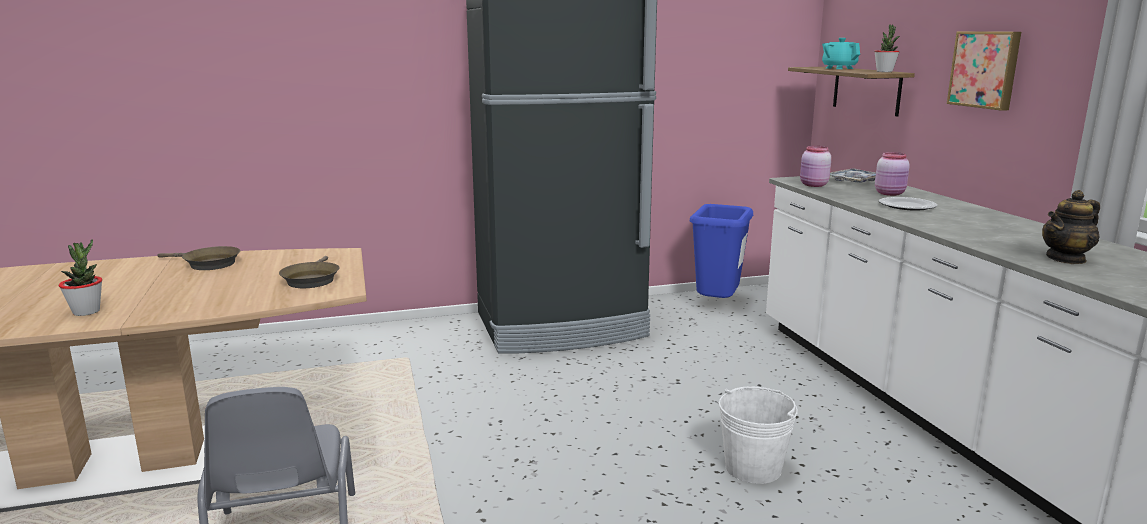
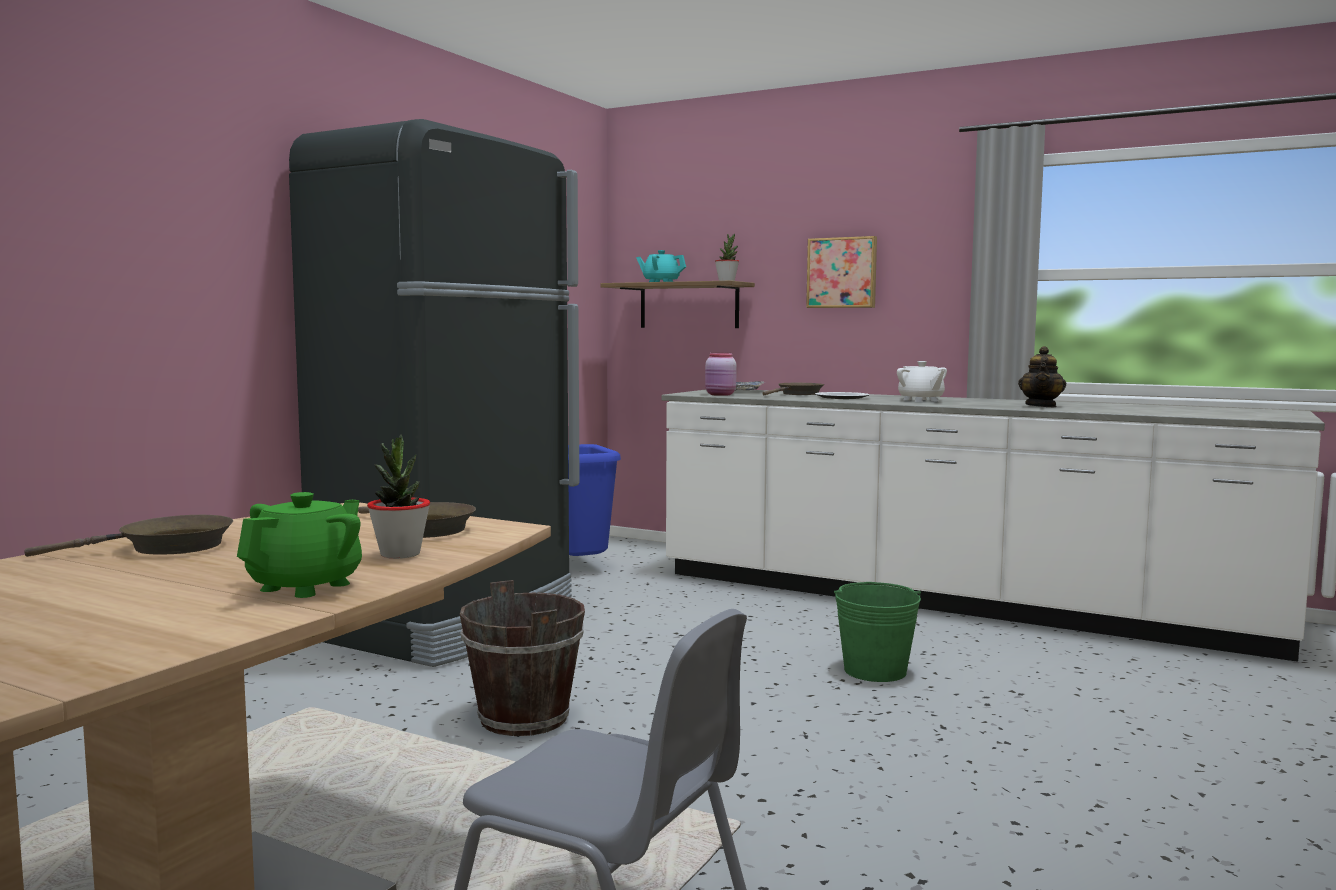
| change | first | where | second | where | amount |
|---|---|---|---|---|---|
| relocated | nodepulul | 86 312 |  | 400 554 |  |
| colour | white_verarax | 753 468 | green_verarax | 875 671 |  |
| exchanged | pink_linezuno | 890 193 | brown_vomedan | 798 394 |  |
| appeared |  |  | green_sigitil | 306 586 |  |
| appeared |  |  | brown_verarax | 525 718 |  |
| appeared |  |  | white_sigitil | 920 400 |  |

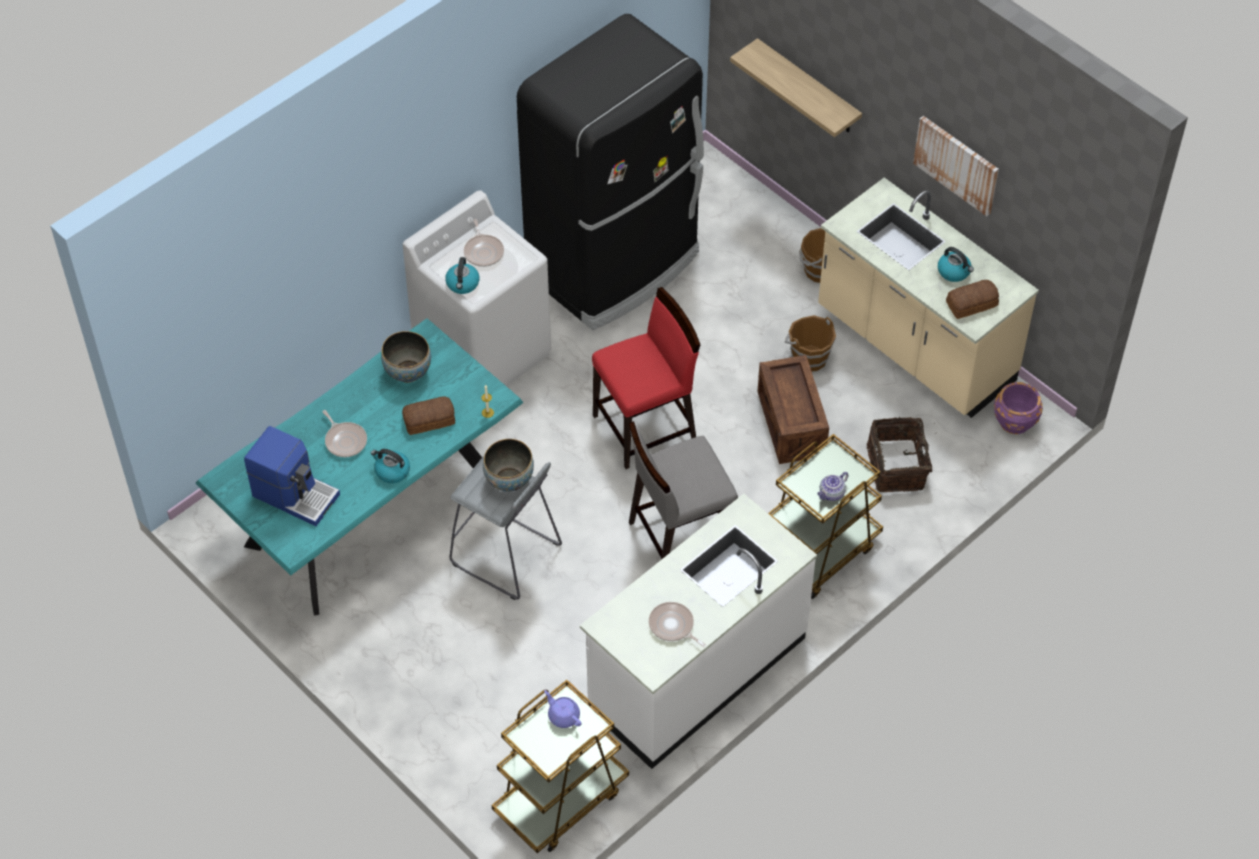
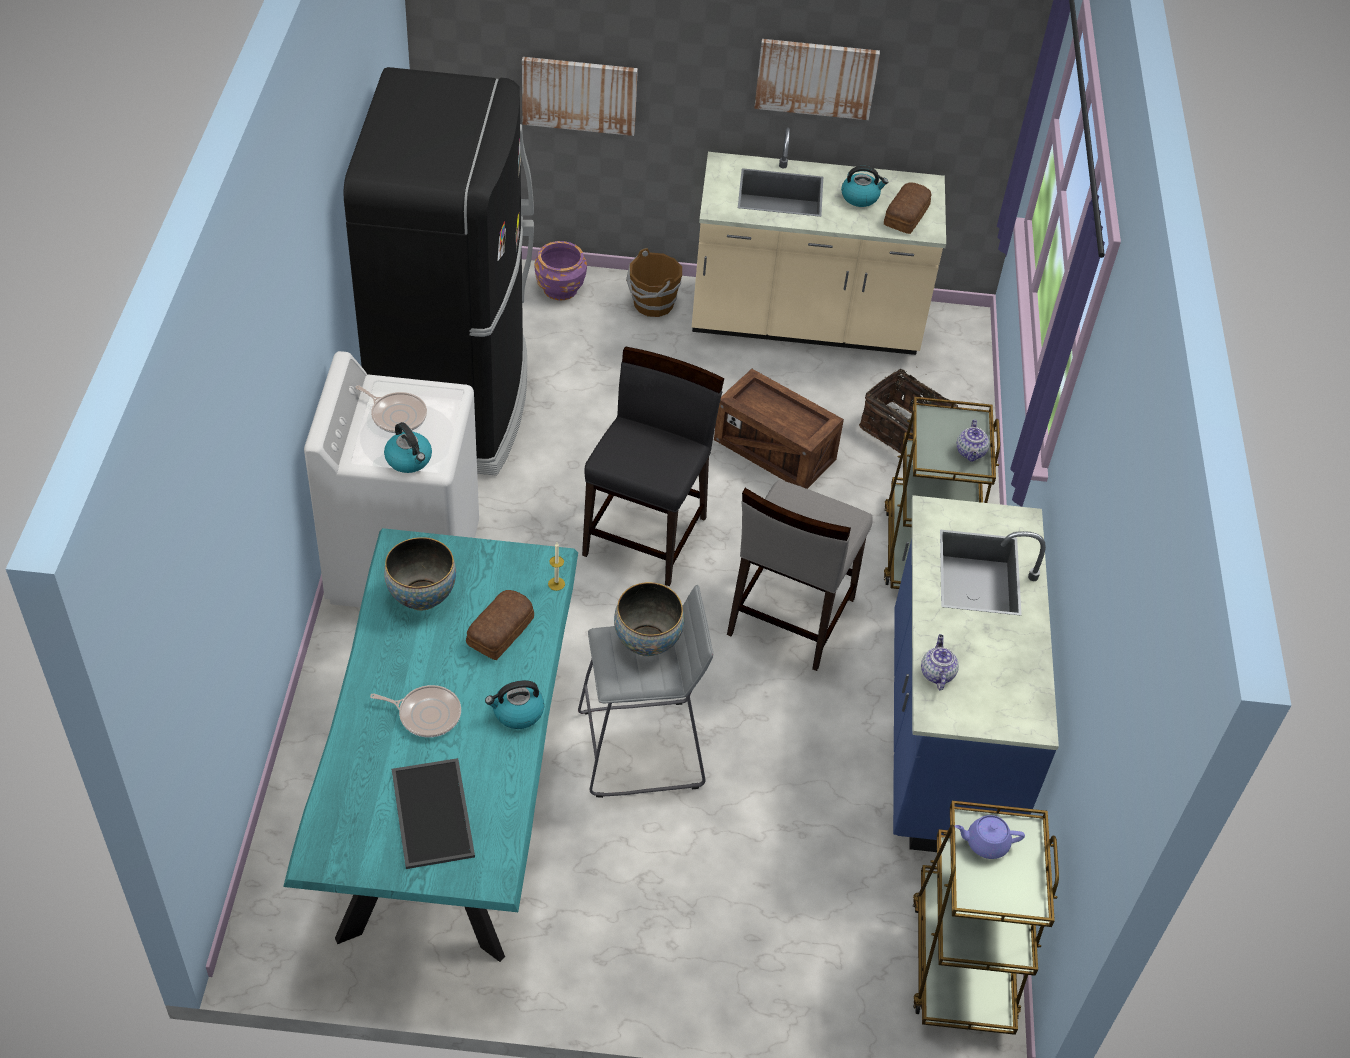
| change | first | where | second | where | amount |
|---|---|---|---|---|---|
| exchanged | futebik | 295 494 | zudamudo | 430 812 |  |
| colour | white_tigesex | 696 672 | blue_tigesex | 944 734 |  |
| colour | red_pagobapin | 646 428 | black_pagobapin | 646 535 |  |
| missing | vomedan | 673 626 |  |  |  |
| exchanged | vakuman | 808 88 | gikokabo | 579 94 |  |
| missing | brown_verarax | 808 357 |  |  |  |
| relocated | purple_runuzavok | 1015 421 |  | 560 288 |  |
| appeared |  |  | sigitil | 936 673 |  |

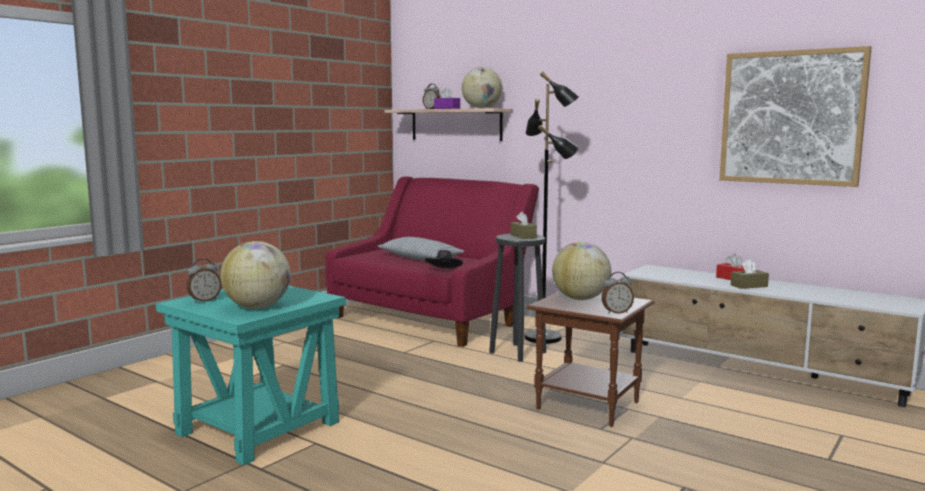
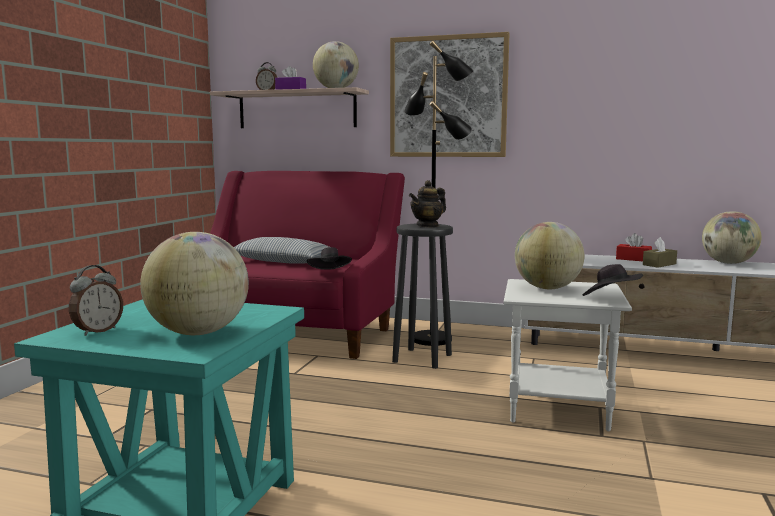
| change | first | where | second | where | amount |
|---|---|---|---|---|---|
| exchanged | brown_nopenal | 523 236 | sigitil | 428 226 |  |
| colour | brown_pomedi | 589 406 | white_pomedi | 560 410 |  |
| exchanged | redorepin | 616 312 | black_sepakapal | 611 299 |  |
| relocated | gikokabo | 791 117 |  | 448 97 |  |
| appeared |  |  | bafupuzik | 728 263 |  |

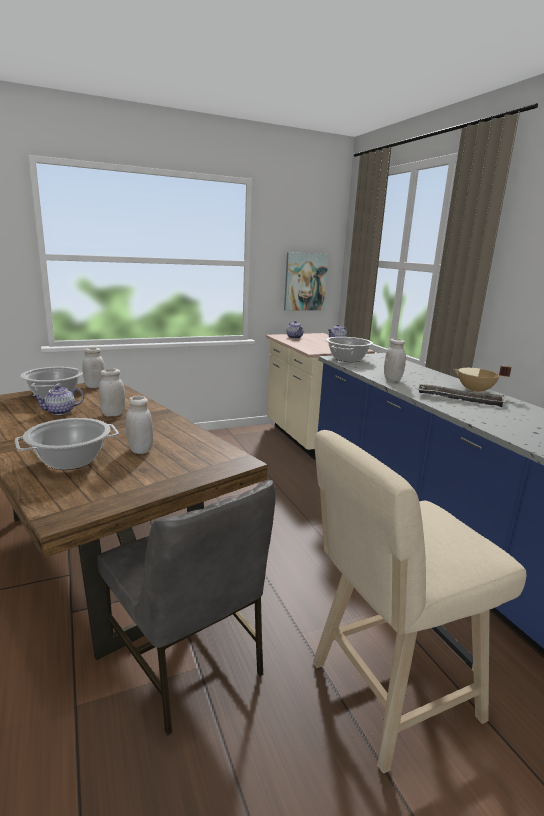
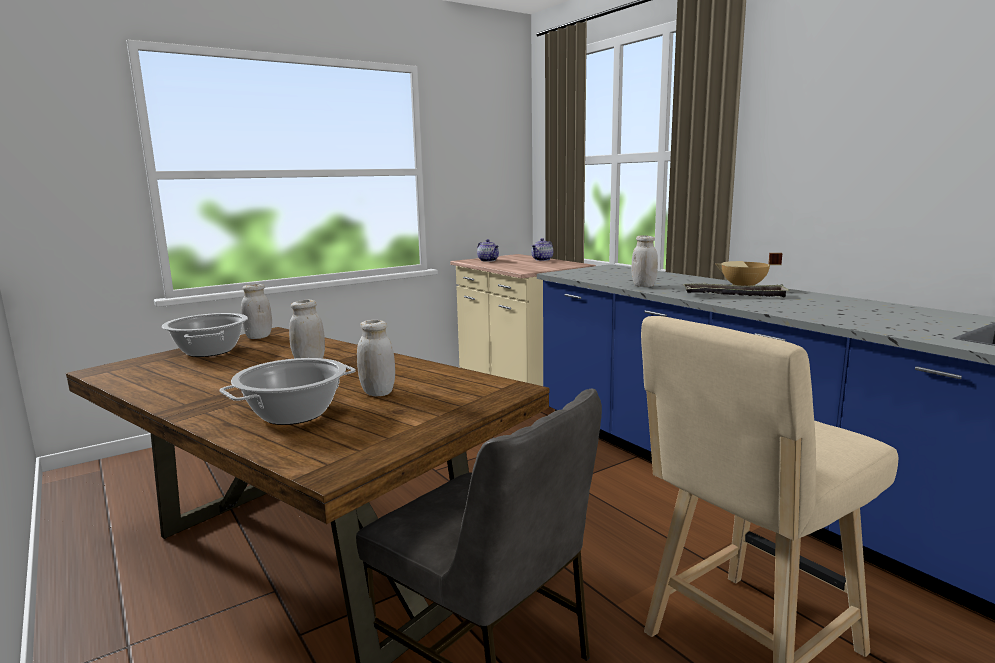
| change | first | where | second | where | amount |
|---|---|---|---|---|---|
| missing | sigitil | 60 412 |  |  |  |
| missing | gikokabo | 305 282 |  |  |  |
| missing | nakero | 347 359 |  |  |  |

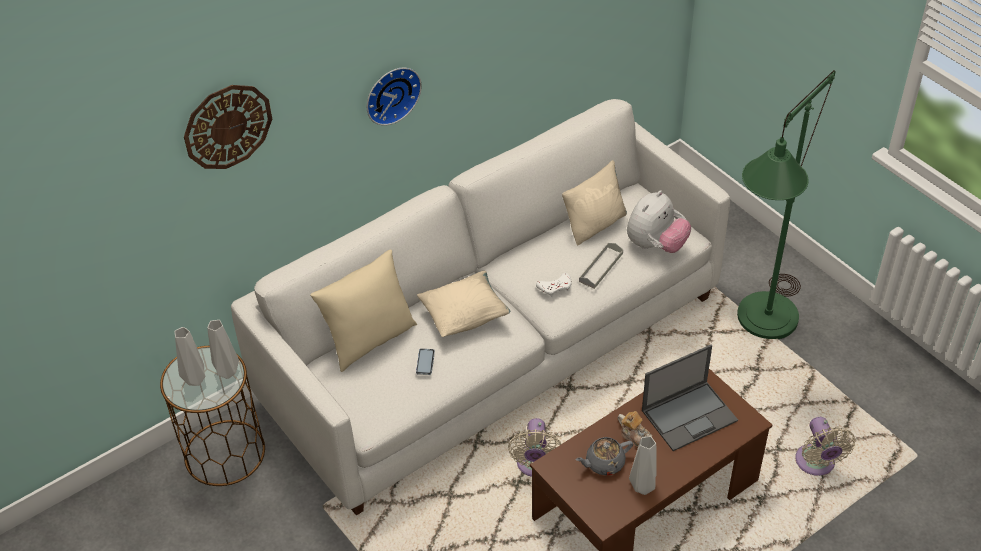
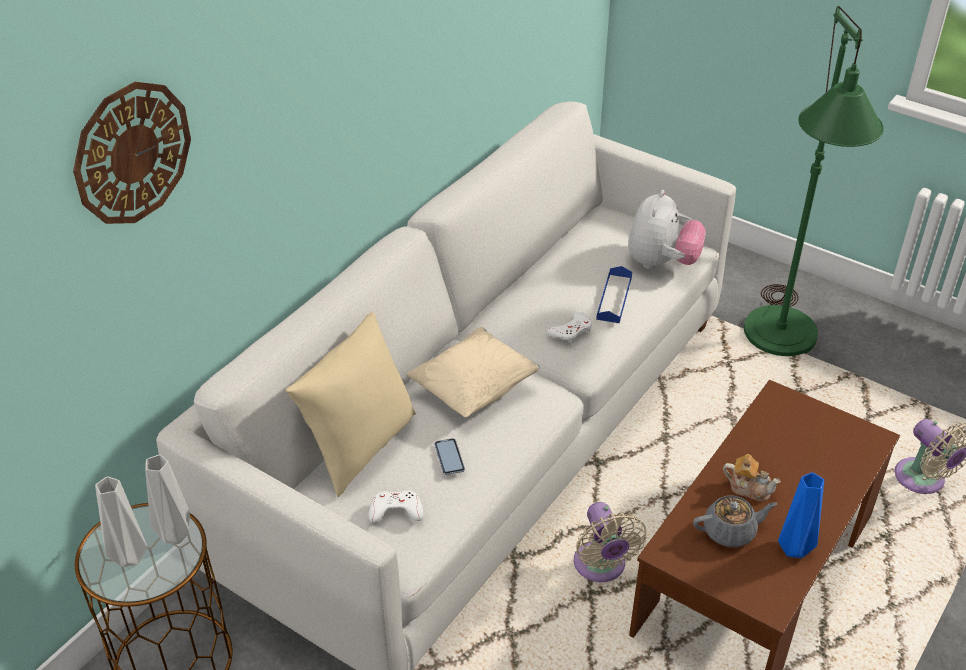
| change | first | where | second | where | amount |
|---|---|---|---|---|---|
| missing | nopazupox | 391 93 |  |  |  |
| missing | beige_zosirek | 595 224 |  |  |  |
| spun | grey_sigitil | 604 463 |  | 730 531 | 150 degrees counterclockwise |
| colour | grey_zudamudo | 601 267 | blue_zudamudo | 614 298 |  |
| colour | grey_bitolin | 643 488 | blue_bitolin | 796 550 |  |
| missing | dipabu | 690 415 |  |  |  |
| appeared |  |  | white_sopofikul | 396 510 |  |

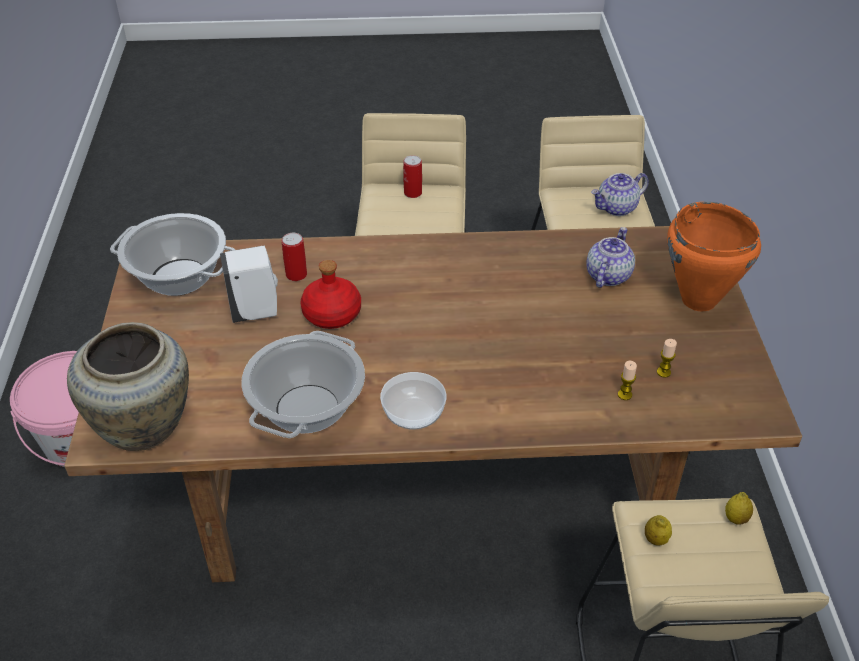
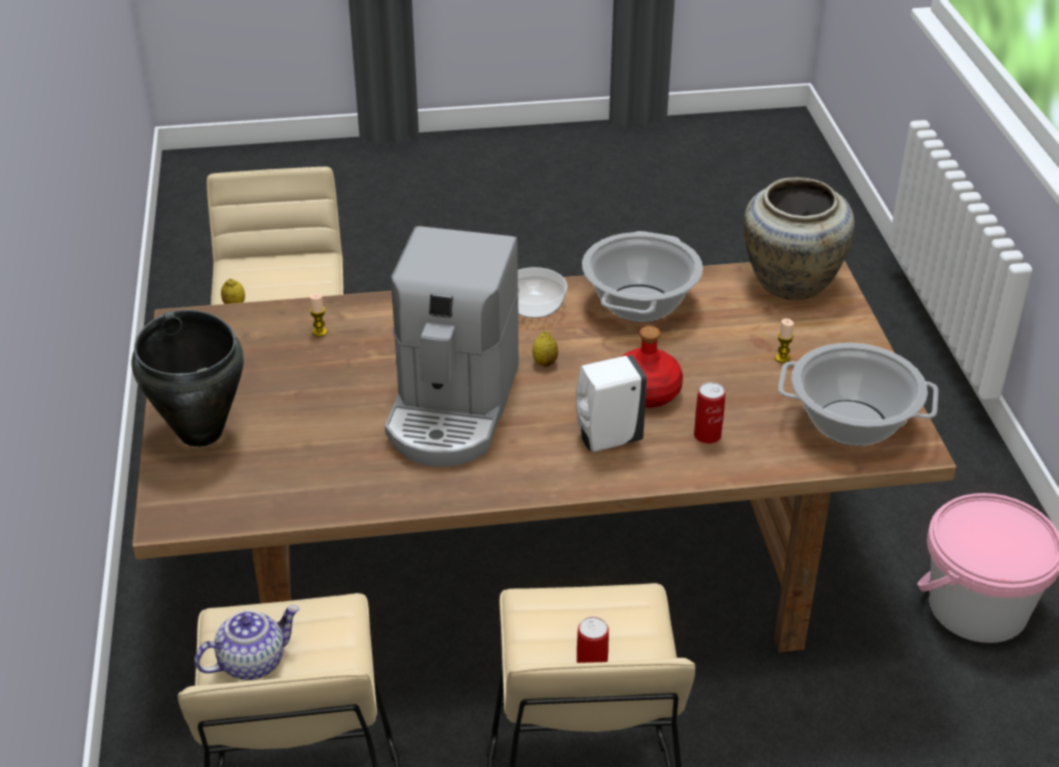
| change | first | where | second | where | amount |
|---|---|---|---|---|---|
| relocated | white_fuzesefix | 256 312 |  | 606 439 |  |
| missing | sigitil | 607 275 |  |  |  |
| relocated | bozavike | 655 539 |  | 545 363 |  |
| relocated | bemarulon | 663 372 |  | 782 358 |  |
| colour | orange_nakero | 698 300 | black_nakero | 201 432 |  |
| appeared |  |  | futebik | 453 408 |  |

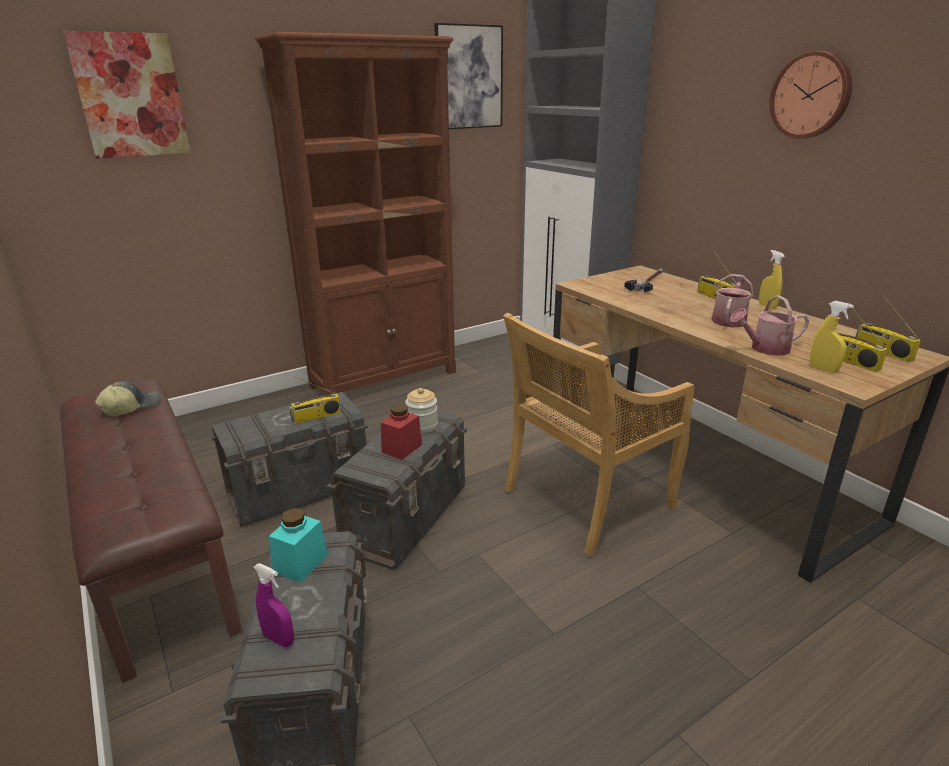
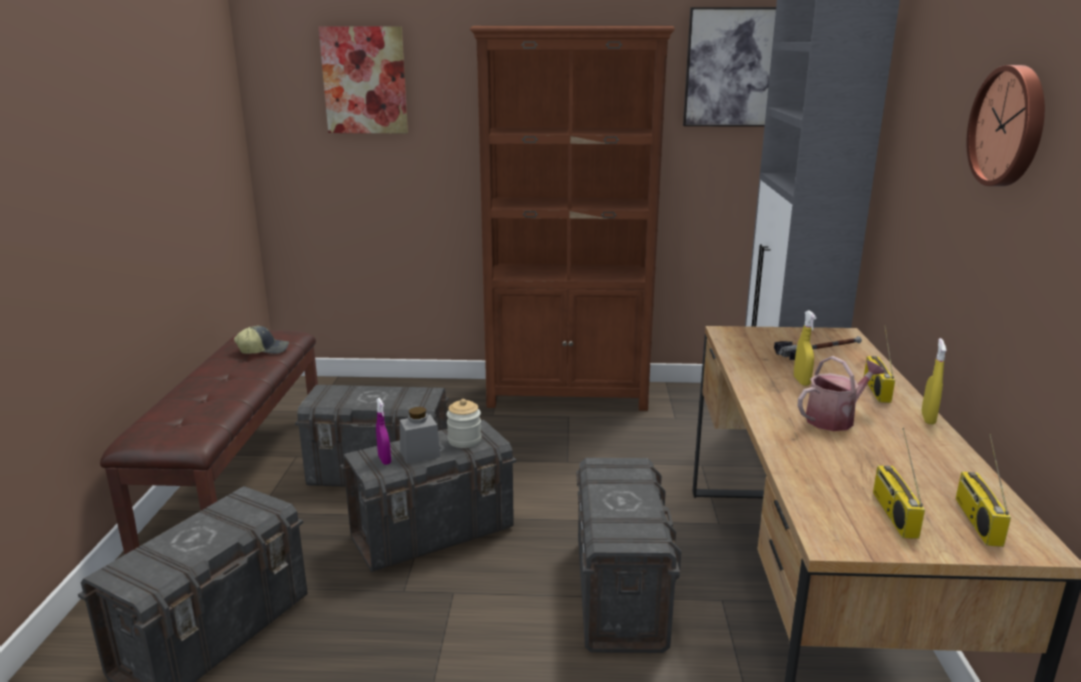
| change | first | where | second | where | amount |
|---|---|---|---|---|---|
| relocated | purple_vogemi | 279 639 |  | 384 460 |  |
| missing | turquoise_linezuno | 300 563 |  |  |  |
| missing | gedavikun | 316 417 |  |  |  |
| colour | red_linezuno | 402 448 | grey_linezuno | 420 454 |  |
| exchanged | beige_pagobapin | 586 500 | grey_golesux | 620 592 |  |
| missing | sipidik | 765 348 |  |  |  |
| relocated | yellow_vogemi | 823 369 |  | 801 381 |  |

